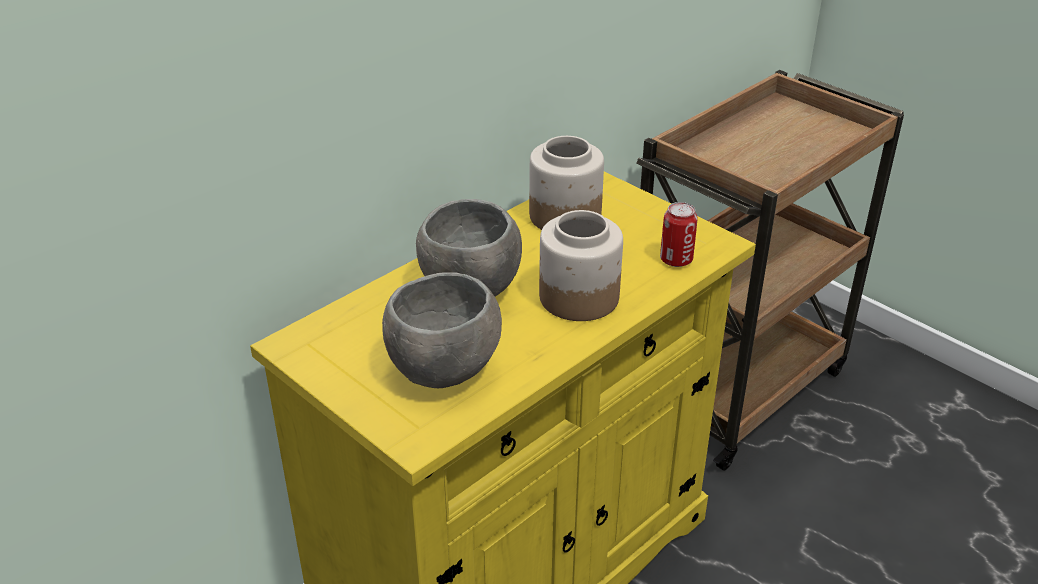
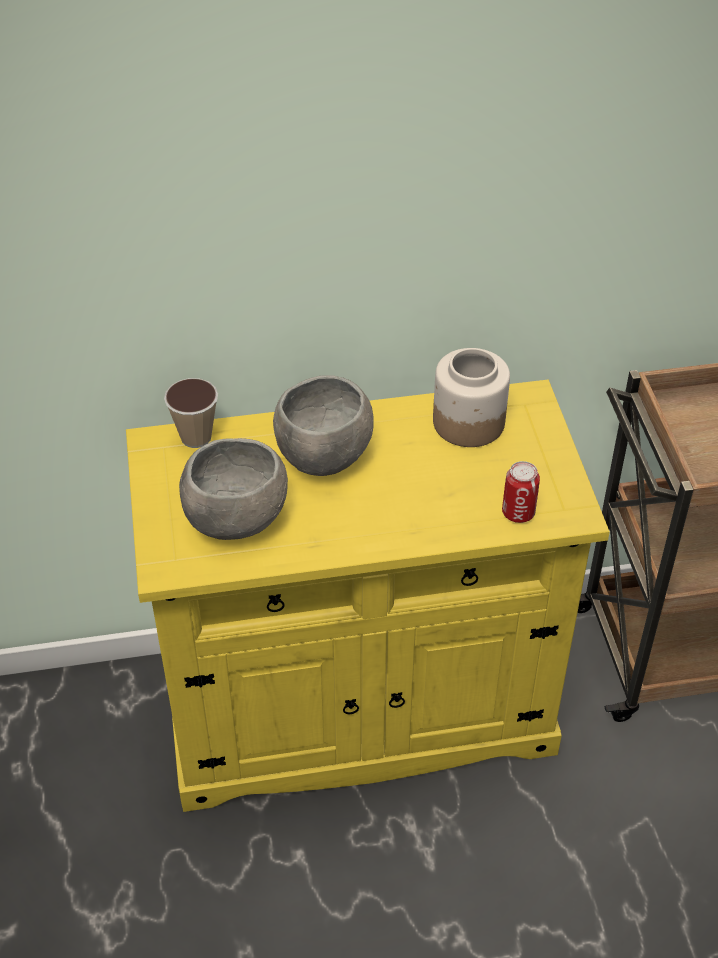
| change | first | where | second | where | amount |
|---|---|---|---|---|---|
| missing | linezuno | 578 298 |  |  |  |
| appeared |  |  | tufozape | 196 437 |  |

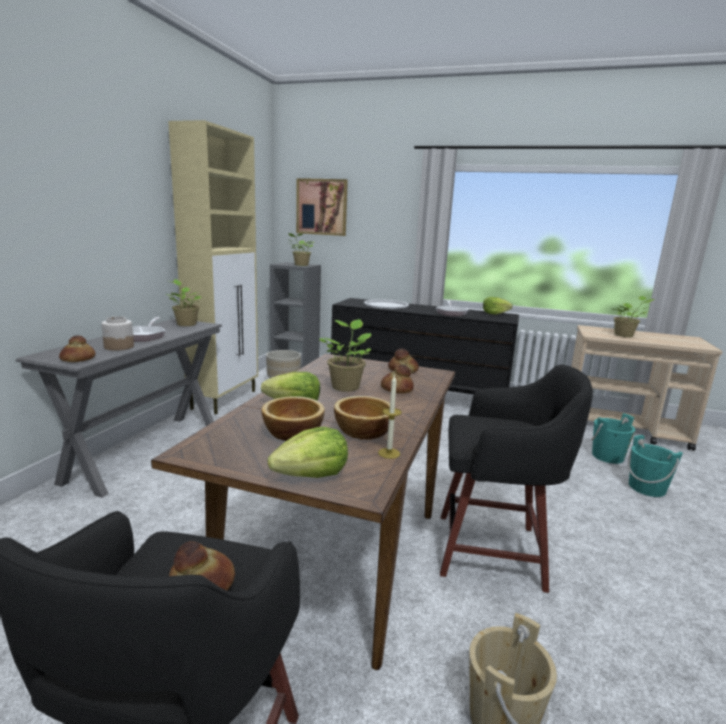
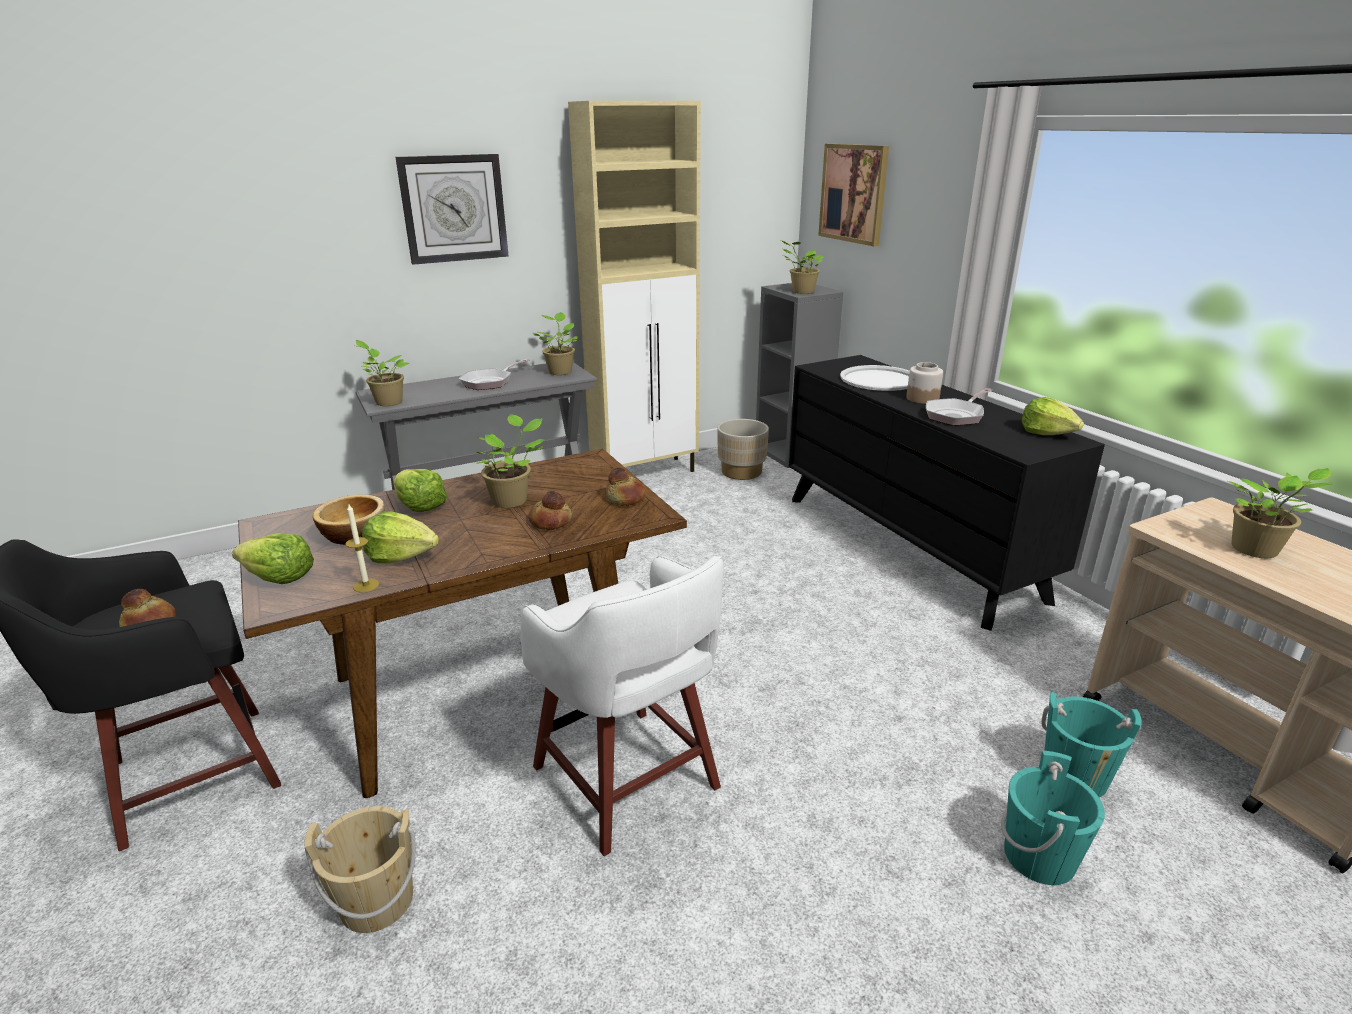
| change | first | where | second | where | amount |
|---|---|---|---|---|---|
| exchanged | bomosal | 78 359 | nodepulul | 387 402 |  |
| relocated | linezuno | 119 347 |  | 922 398 |  |
| exchanged | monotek | 362 431 | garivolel | 401 555 |  |
| colour | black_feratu | 494 551 | white_feratu | 628 781 |  |
| appeared |  |  | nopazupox | 454 208 |  |

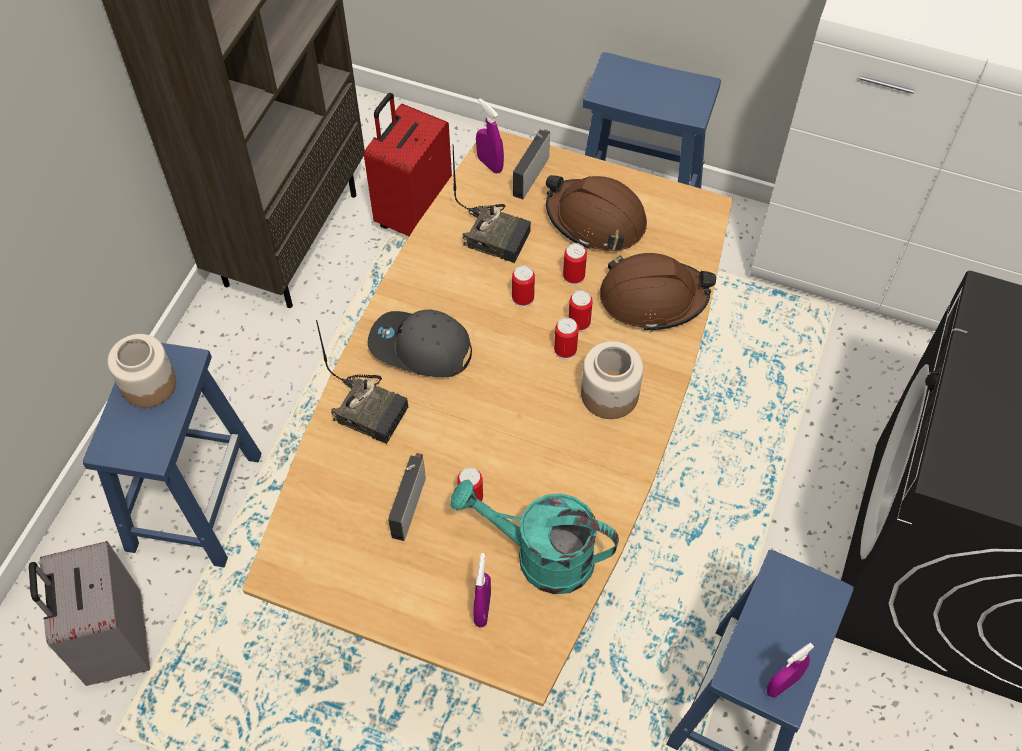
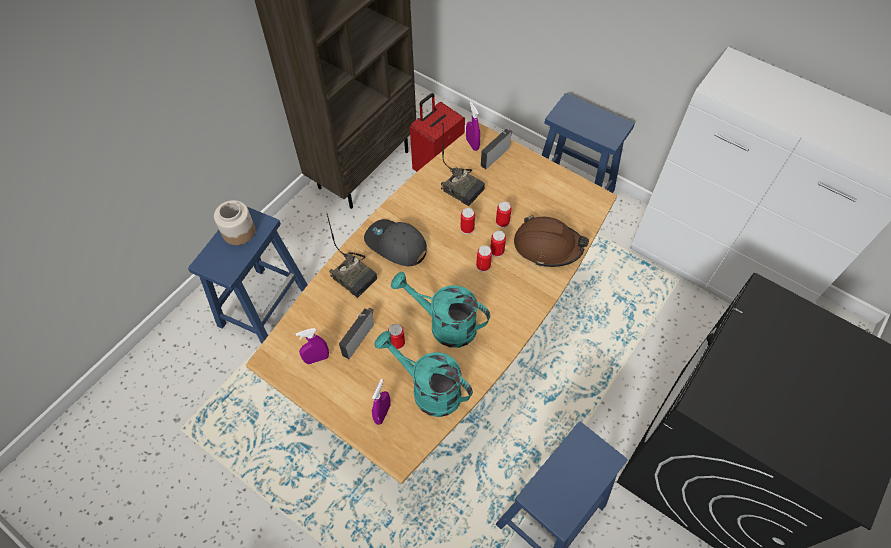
| change | first | where | second | where | amount |
|---|---|---|---|---|---|
| missing | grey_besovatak | 116 643 |  |  |  |
| missing | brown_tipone | 595 220 |  |  |  |
| missing | linezuno | 610 394 |  |  |  |
| relocated | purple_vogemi | 782 685 |  | 317 358 |  |
| appeared |  |  | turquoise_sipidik | 444 324 |  |

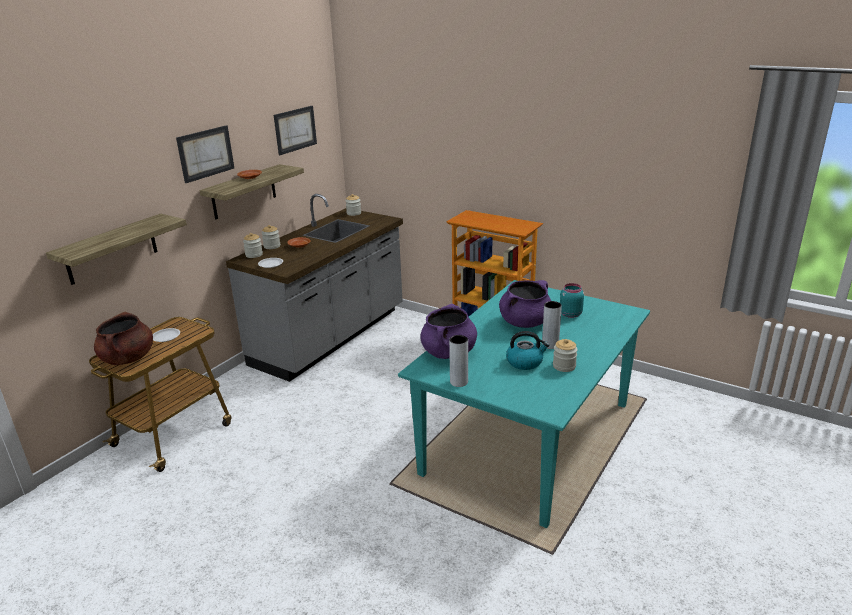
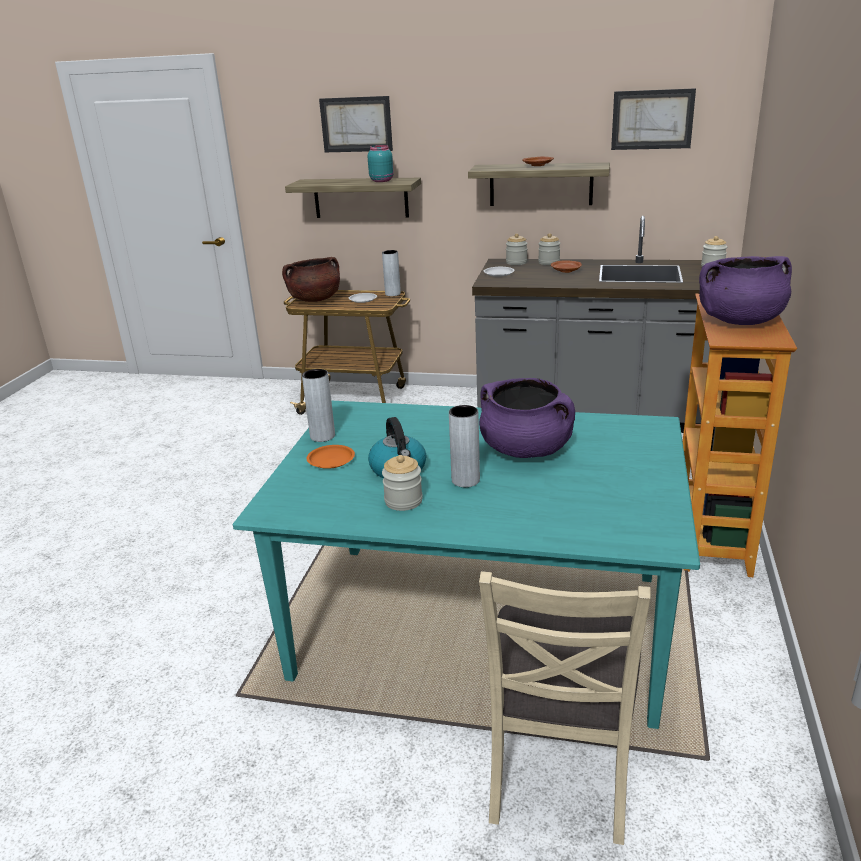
| change | first | where | second | where | amount |
|---|---|---|---|---|---|
| relocated | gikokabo | 205 153 |  | 356 124 |  |
| relocated | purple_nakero | 449 352 |  | 740 321 |  |
| relocated | turquoise_linezuno | 570 314 |  | 382 180 |  |
| appeared |  |  | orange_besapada | 330 460 |  |
| appeared |  |  | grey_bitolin | 393 294 |  |
| appeared |  |  | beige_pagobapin | 560 766 |  |

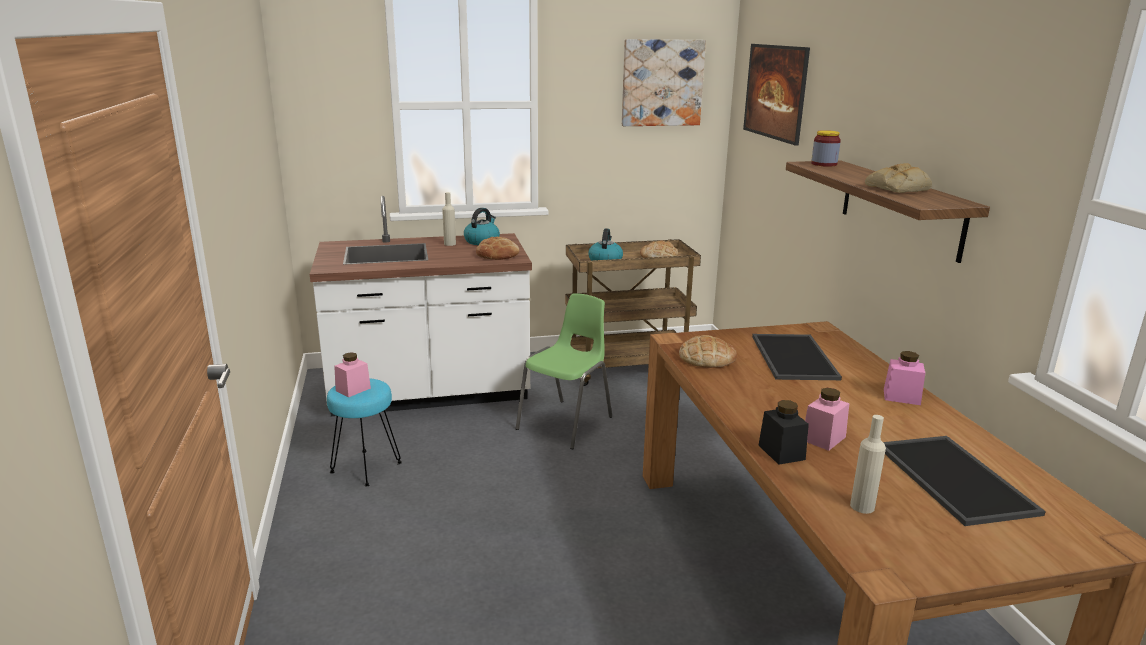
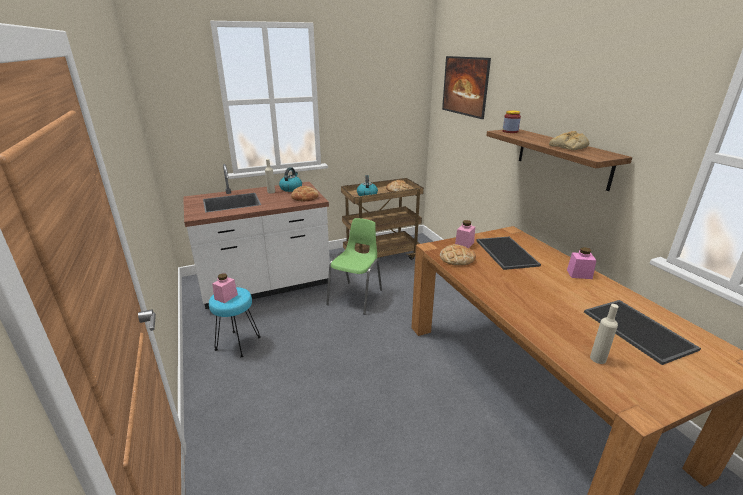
| change | first | where | second | where | amount |
|---|---|---|---|---|---|
| missing | gikokabo | 662 83 |  |  |  |
| missing | black_linezuno | 781 452 |  |  |  |
| relocated | pink_linezuno | 823 438 |  | 464 244 |  |

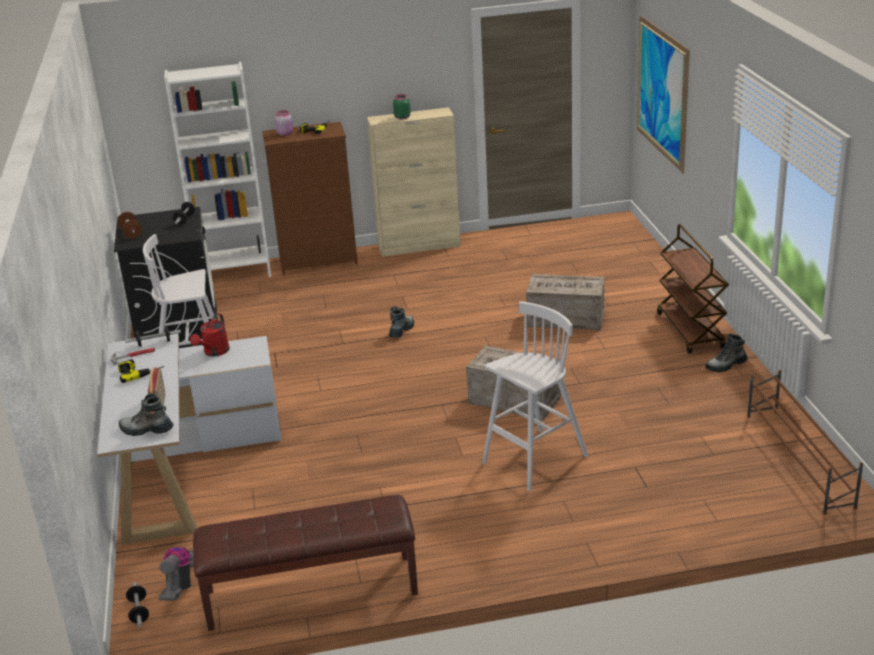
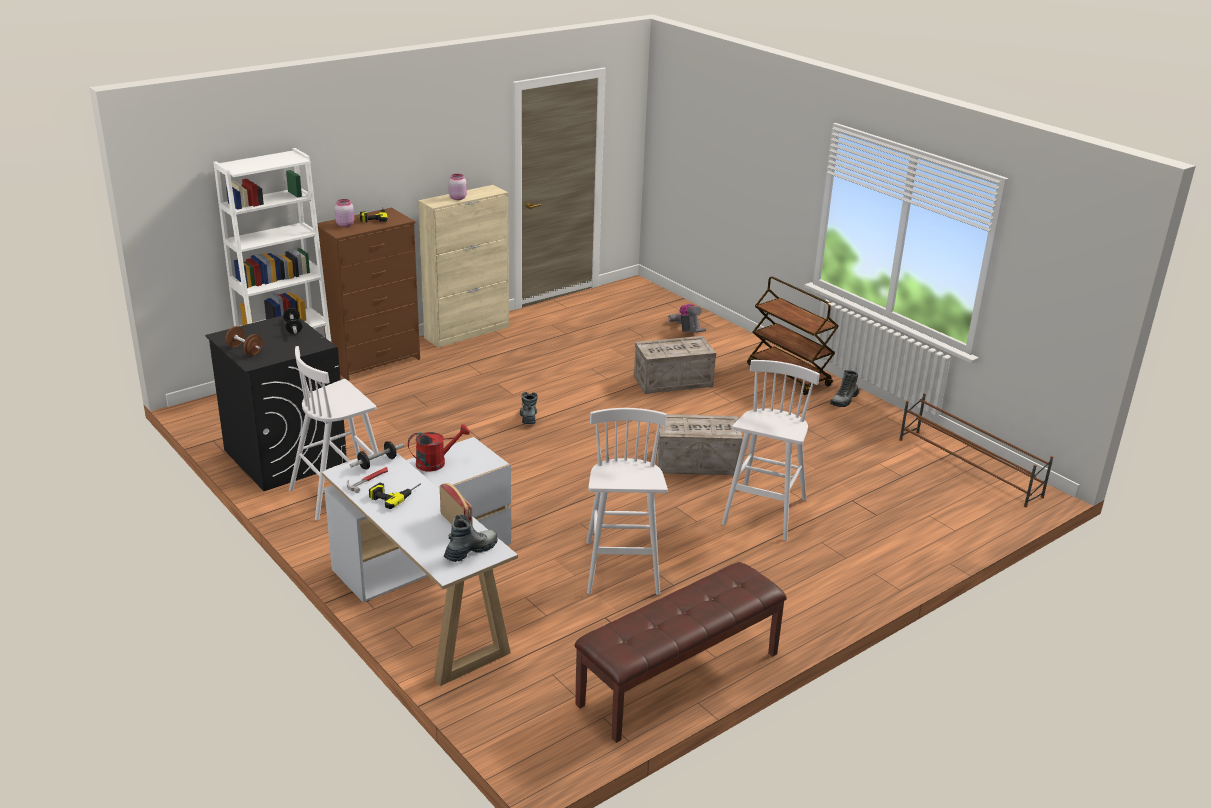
| change | first | where | second | where | amount |
|---|---|---|---|---|---|
| spun | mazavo | 146 430 |  | 471 551 | 150 degrees clockwise |
| missing | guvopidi | 139 611 |  |  |  |
| relocated | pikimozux | 182 585 |  | 687 331 |  |
| spun | red_sipidik | 214 352 |  | 436 463 | 105 degrees counterclockwise |
| colour | green_linezuno | 402 117 | pink_linezuno | 457 198 |  |
| missing | gikokabo | 661 92 |  |  |  |
| appeared |  |  | white_feratu | 622 569 |  |

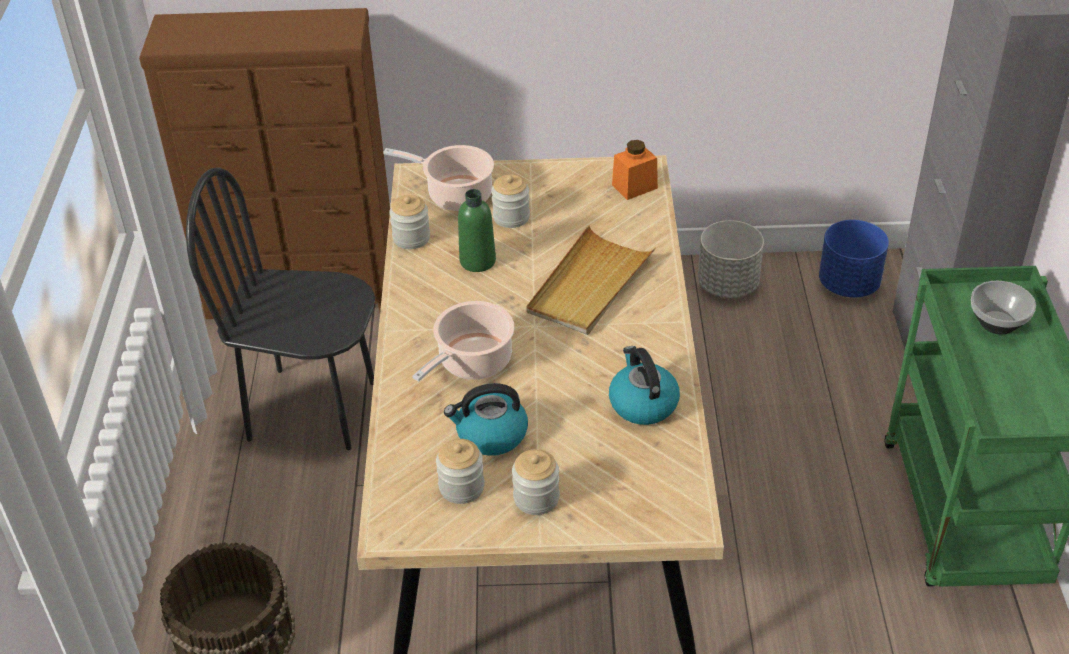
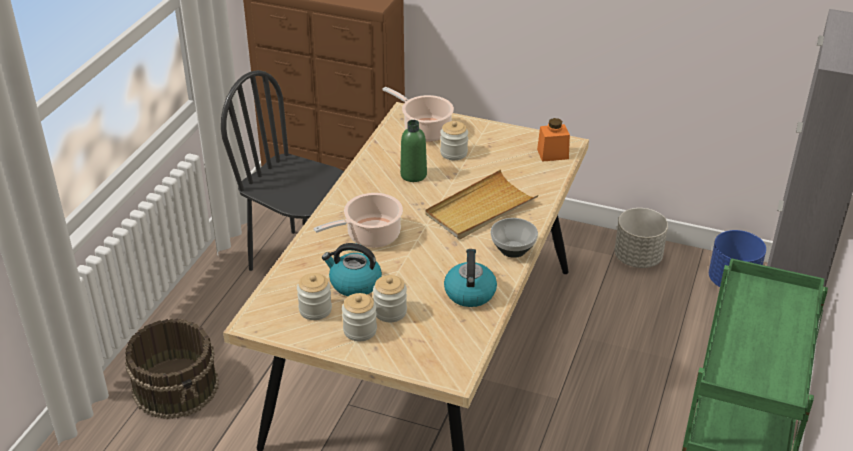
| change | first | where | second | where | amount |
|---|---|---|---|---|---|
| relocated | linezuno | 411 238 |  | 390 312 |  |
| relocated | monotek | 997 322 |  | 513 249 |  |

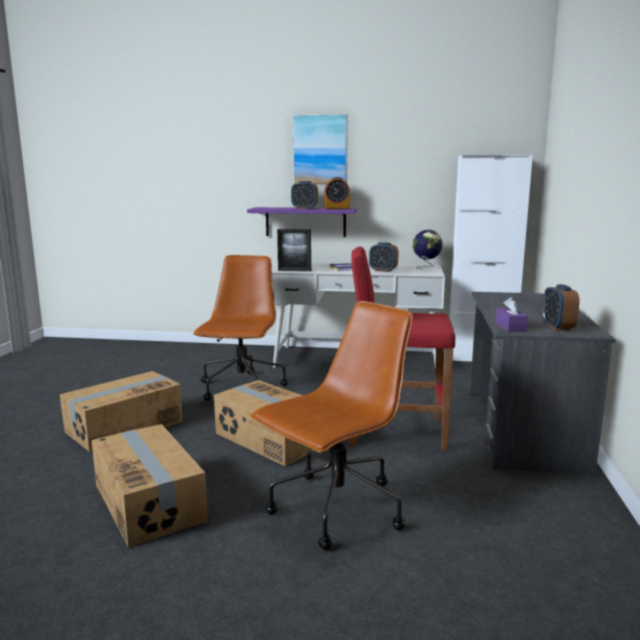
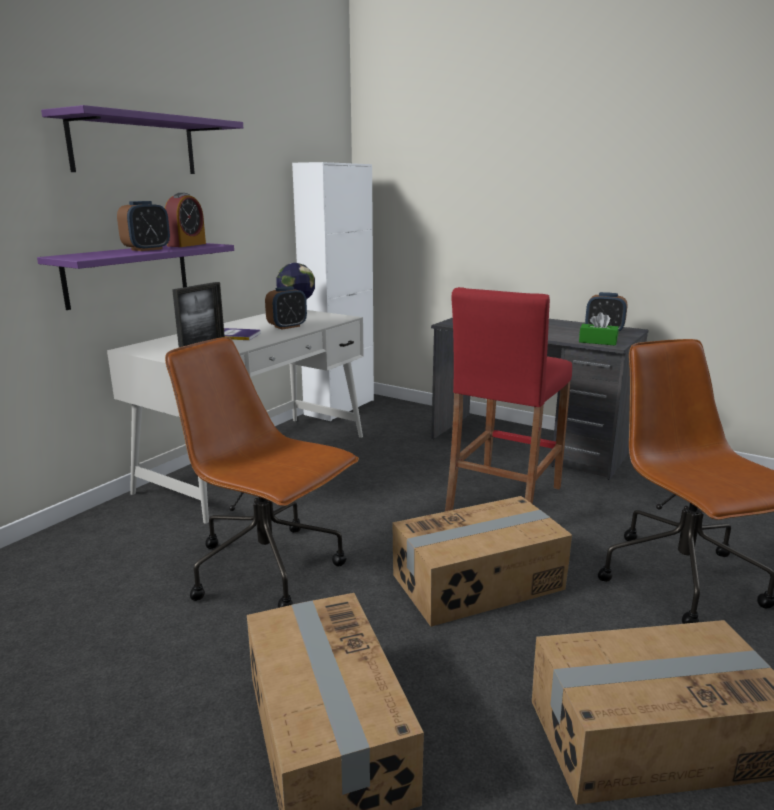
| change | first | where | second | where | amount |
|---|---|---|---|---|---|
| exchanged | gikokabo | 320 150 | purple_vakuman | 134 145 |  |
| colour | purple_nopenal | 510 327 | green_nopenal | 597 342 |  |

